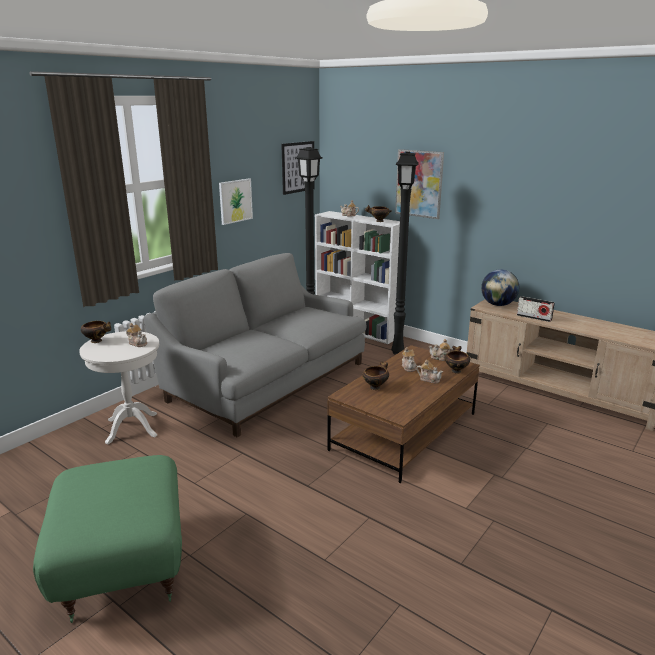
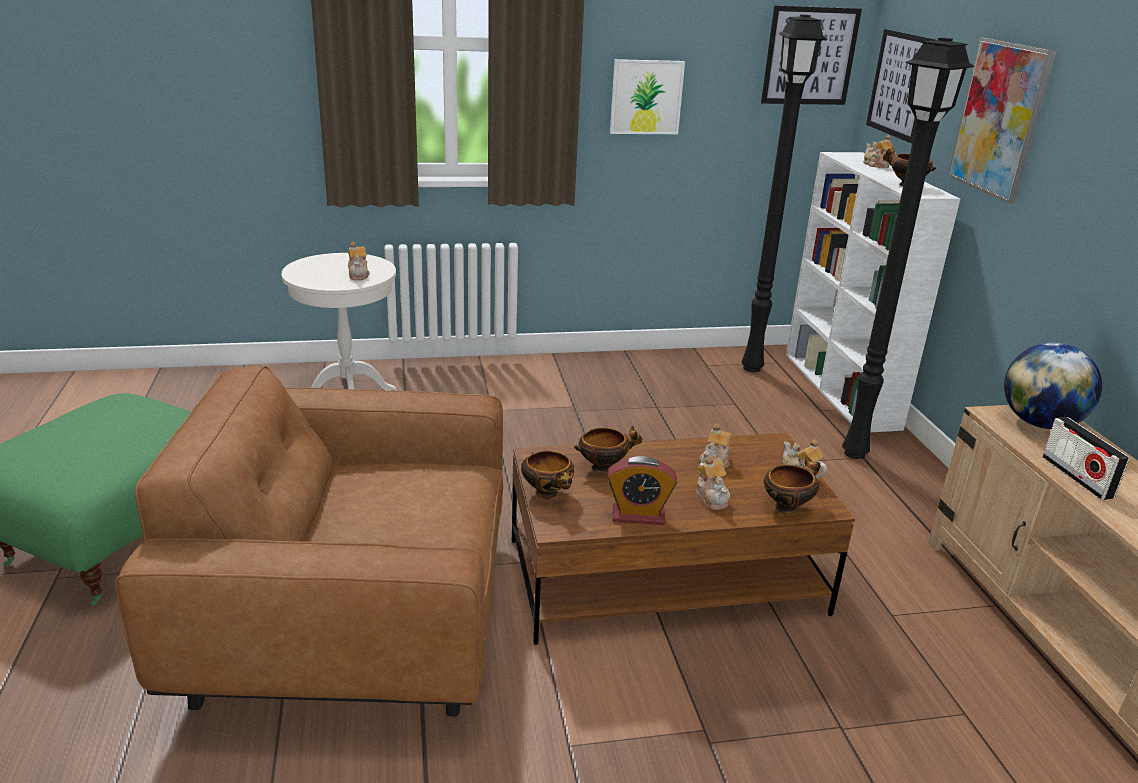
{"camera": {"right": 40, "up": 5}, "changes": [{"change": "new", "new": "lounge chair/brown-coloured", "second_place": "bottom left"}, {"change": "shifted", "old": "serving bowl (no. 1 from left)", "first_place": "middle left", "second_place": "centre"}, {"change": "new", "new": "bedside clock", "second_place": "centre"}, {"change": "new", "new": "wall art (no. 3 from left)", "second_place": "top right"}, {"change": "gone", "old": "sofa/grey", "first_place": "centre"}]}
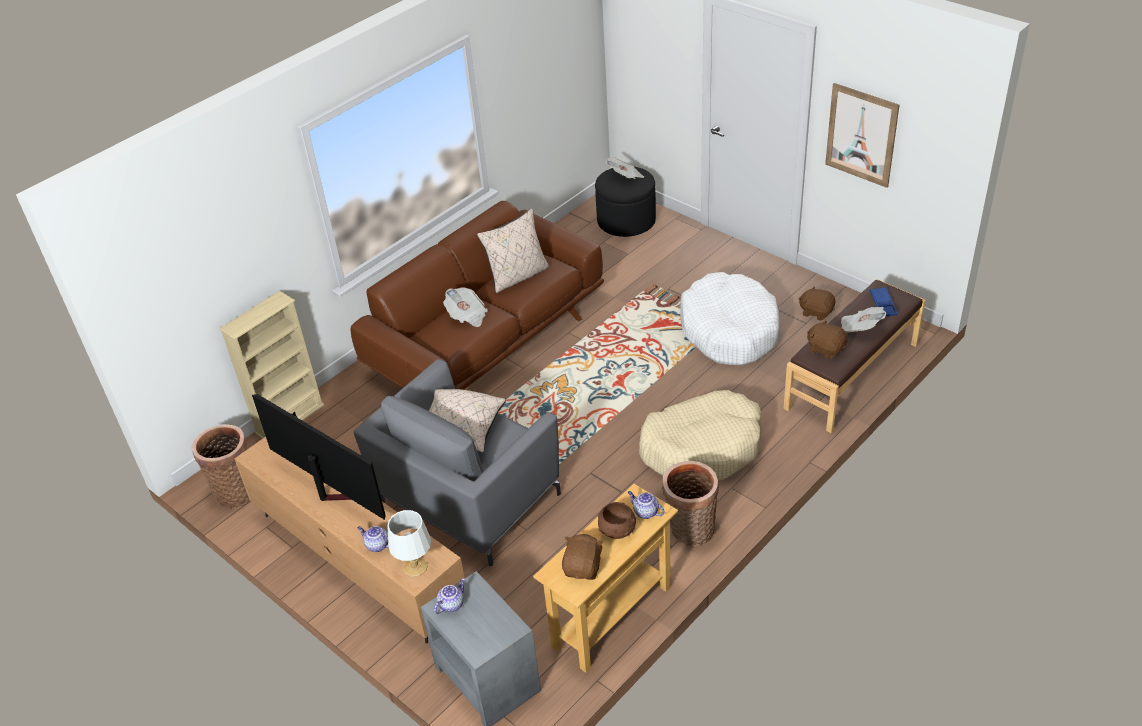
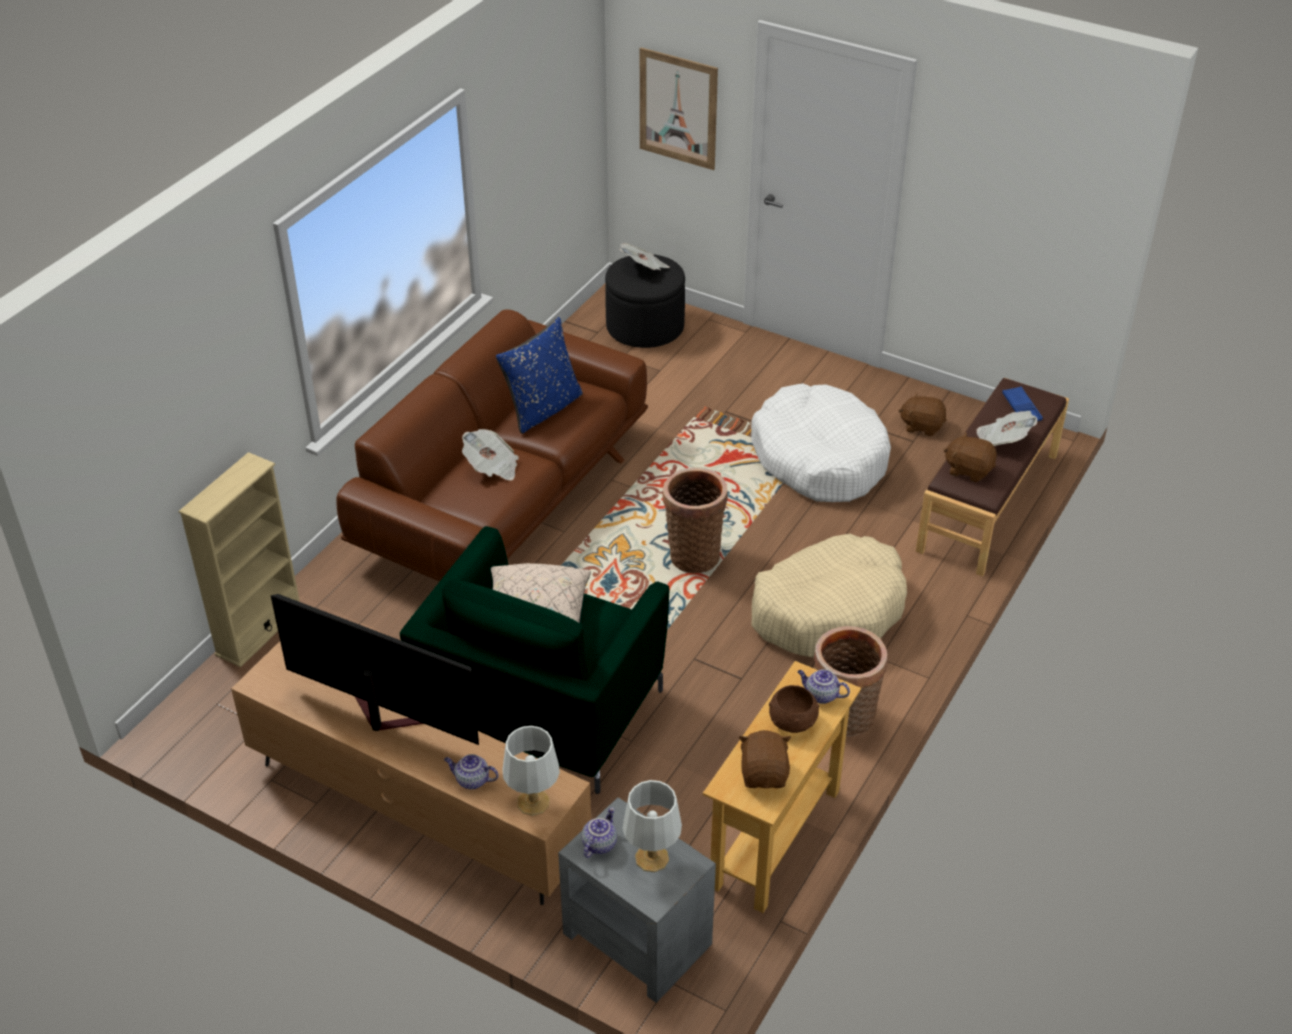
{"camera": {"right": -15, "up": 0}, "changes": [{"change": "repainted", "old": "lounge chair/grey", "new": "lounge chair/greenish", "first_place": "centre", "second_place": "centre"}, {"change": "repainted", "old": "cushion/sand-coloured (no. 2 from left)", "new": "cushion/blue-coloured", "first_place": "centre", "second_place": "centre"}, {"change": "new", "new": "tabletop lamp/whitish (no. 2 from left)", "second_place": "bottom centre"}, {"change": "shifted", "old": "wall art", "first_place": "top right", "second_place": "top centre"}, {"change": "shifted", "old": "household basket (no. 1 from left)", "first_place": "middle left", "second_place": "centre"}]}
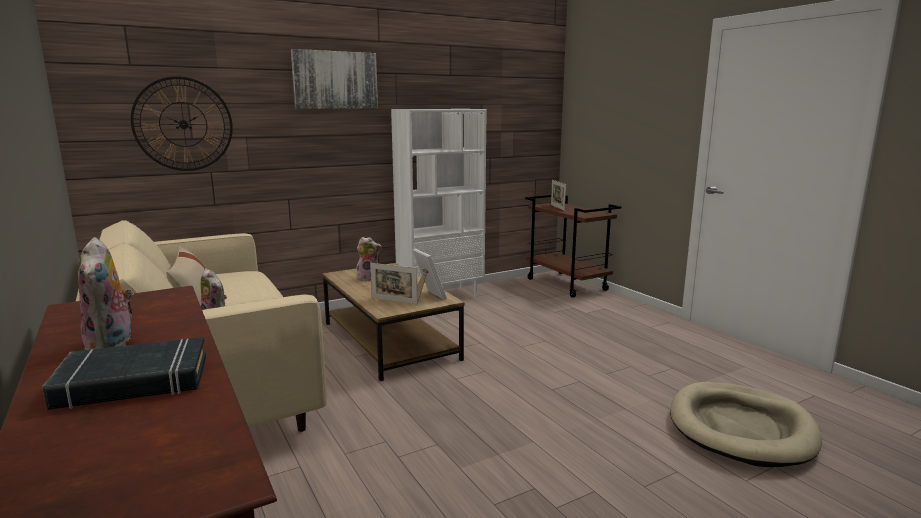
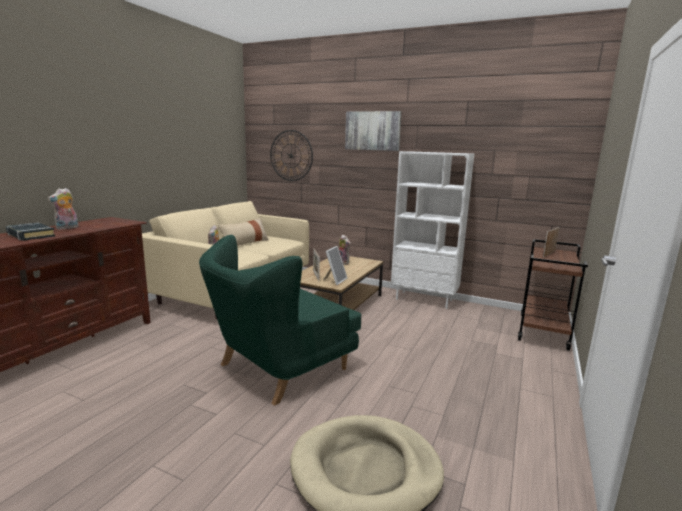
{"camera": {"right": 55, "up": 0}, "changes": [{"change": "new", "new": "lounge chair/greenish", "second_place": "centre"}]}
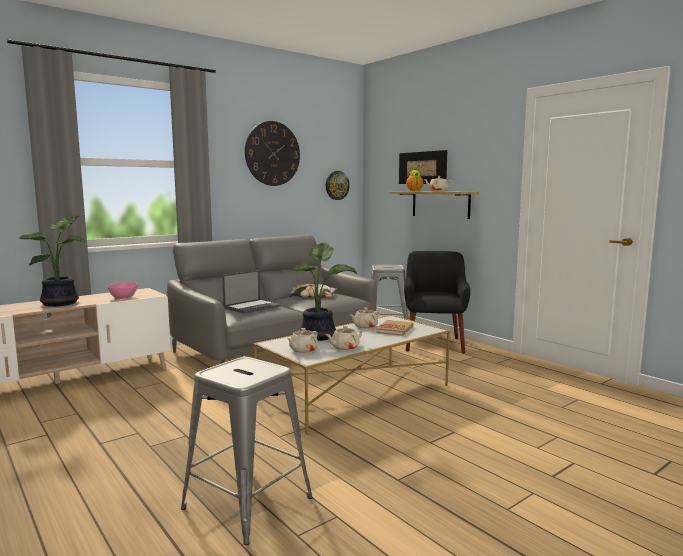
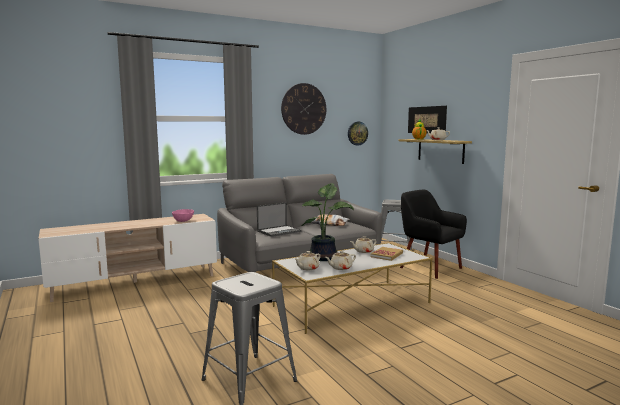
{"camera": {"right": 10, "up": 0}, "changes": [{"change": "rotated", "old": "lounge chair/black", "first_place": "centre", "second_place": "middle right", "degrees": -60}, {"change": "gone", "old": "plant in a pot (no. 1 from left)", "first_place": "middle left"}]}
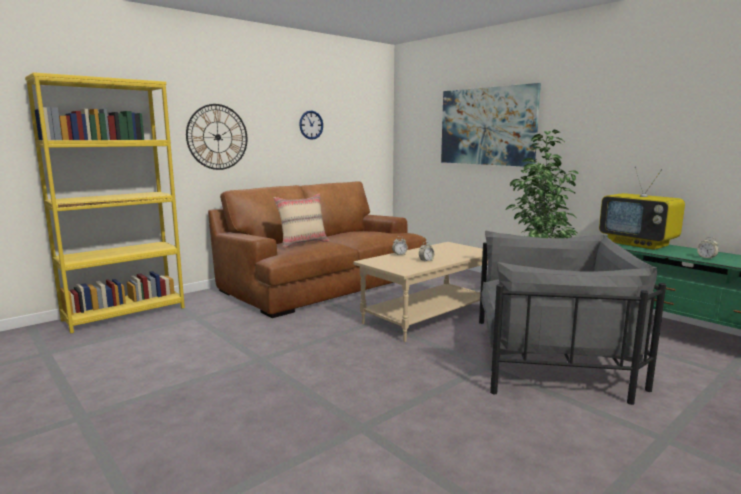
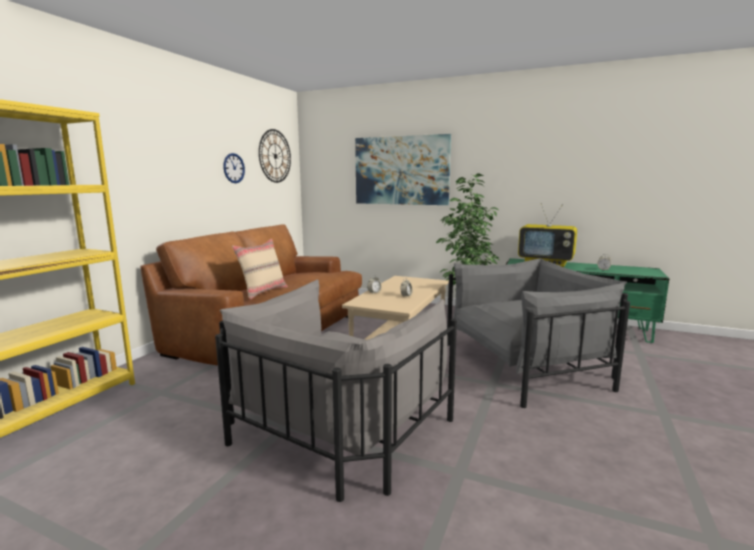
{"camera": {"right": -25, "up": 0}, "changes": [{"change": "new", "new": "lounge chair/grey (no. 1 from left)", "second_place": "bottom centre"}, {"change": "shifted", "old": "hanging clock (no. 1 from left in the first image)", "new": "hanging clock (no. 2 from left)", "first_place": "top left", "second_place": "top centre"}]}
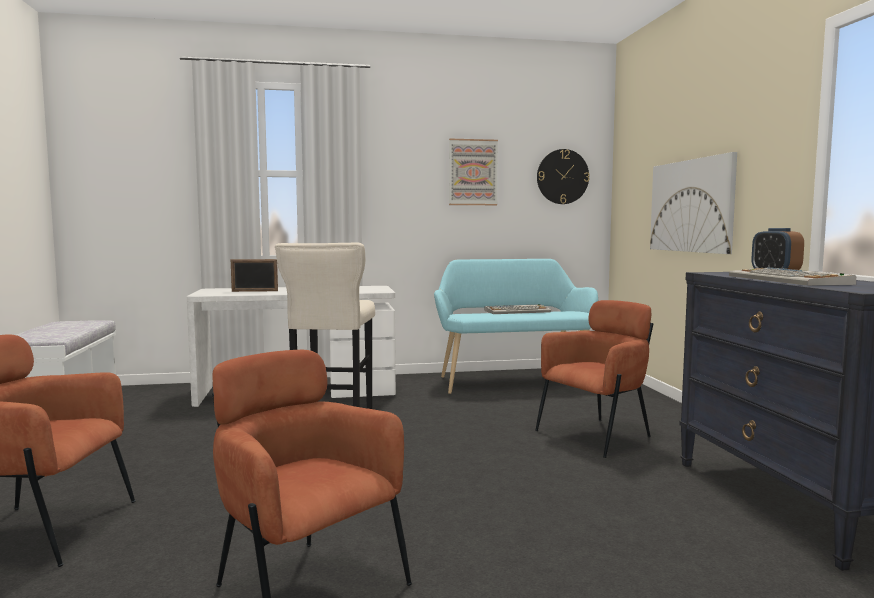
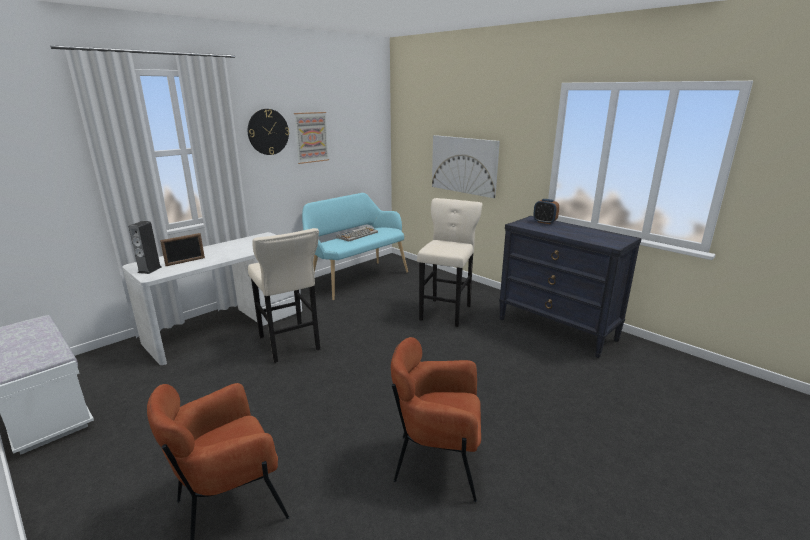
{"camera": {"right": -35, "up": 15}, "changes": [{"change": "new", "new": "loudspeaker", "second_place": "middle left"}, {"change": "shifted", "old": "hanging clock", "first_place": "top centre", "second_place": "top left"}, {"change": "swapped", "old": "lounge chair/brown-coloured (no. 3 from left)", "new": "stool seat/sand-coloured (no. 2 from left)", "first_place": "middle right", "second_place": "centre"}, {"change": "gone", "old": "PC keyboard (no. 2 from left)", "first_place": "middle right"}]}
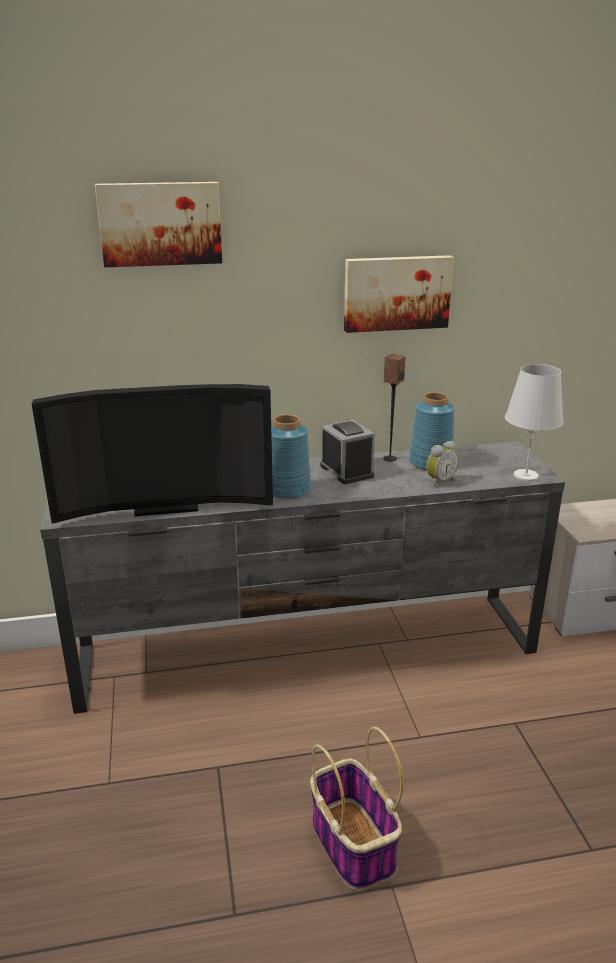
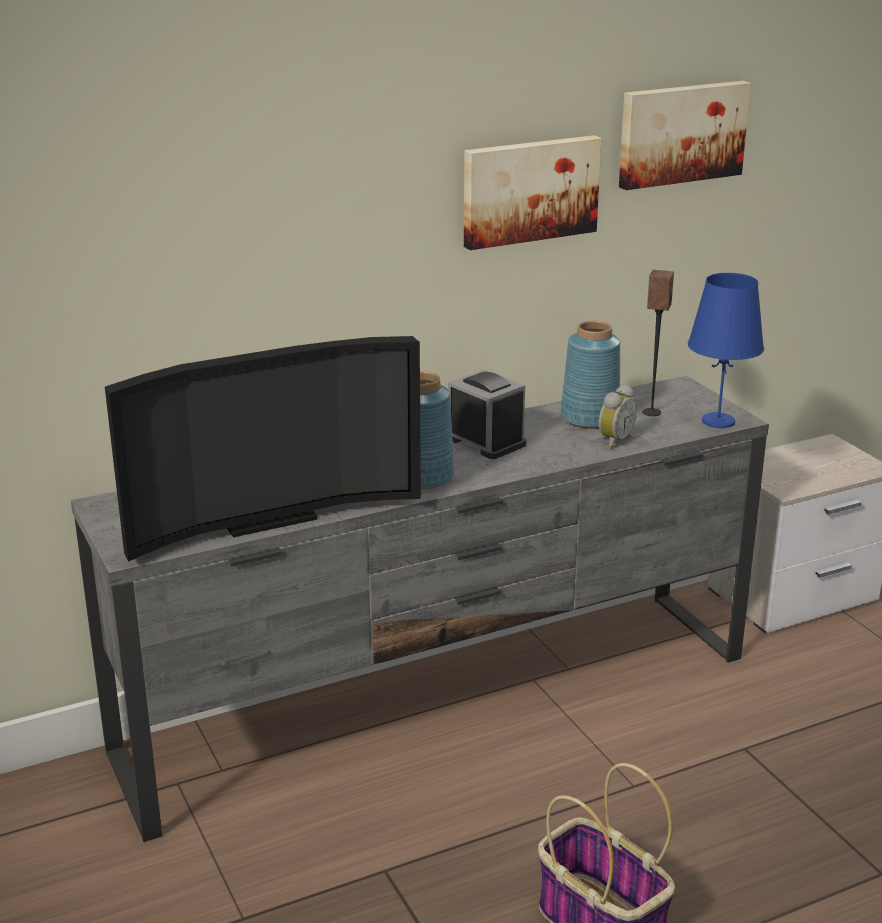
{"camera": {"right": -15, "up": 0}, "changes": [{"change": "shifted", "old": "wall art (no. 1 from left in the first image)", "new": "wall art (no. 2 from left)", "first_place": "top left", "second_place": "top right"}, {"change": "shifted", "old": "loudspeaker", "first_place": "centre", "second_place": "middle right"}, {"change": "repainted", "old": "tabletop lamp/whitish", "new": "tabletop lamp/blue-coloured", "first_place": "middle right", "second_place": "middle right"}]}
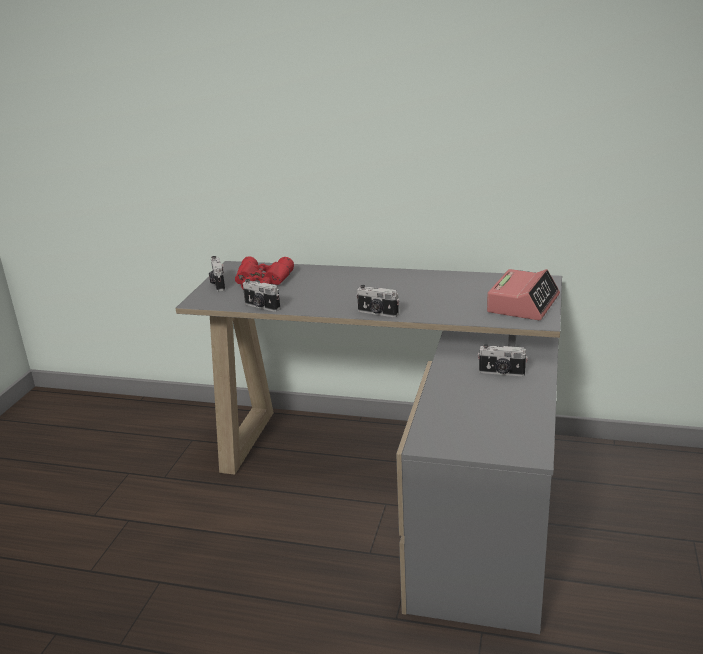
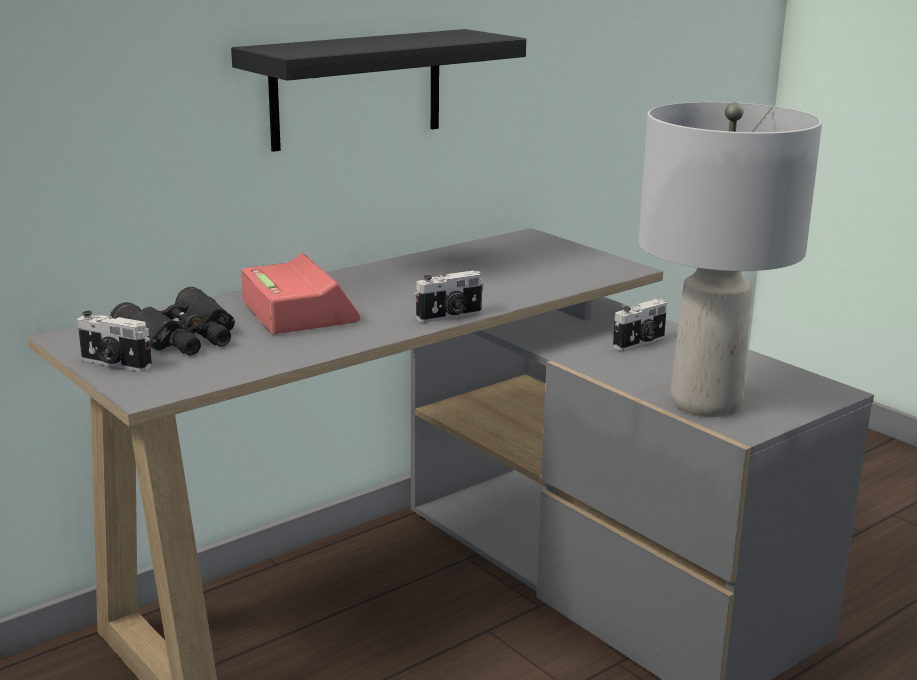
{"camera": {"right": -55, "up": -5}, "changes": [{"change": "repainted", "old": "binoculars/red-coloured", "new": "binoculars/black", "first_place": "centre", "second_place": "middle left"}, {"change": "new", "new": "bracket shelf/black", "second_place": "top centre"}, {"change": "shifted", "old": "bedside clock", "first_place": "middle right", "second_place": "middle left"}, {"change": "new", "new": "tabletop lamp/grey", "second_place": "middle right"}, {"change": "gone", "old": "still camera (no. 2 from left)", "first_place": "centre"}]}
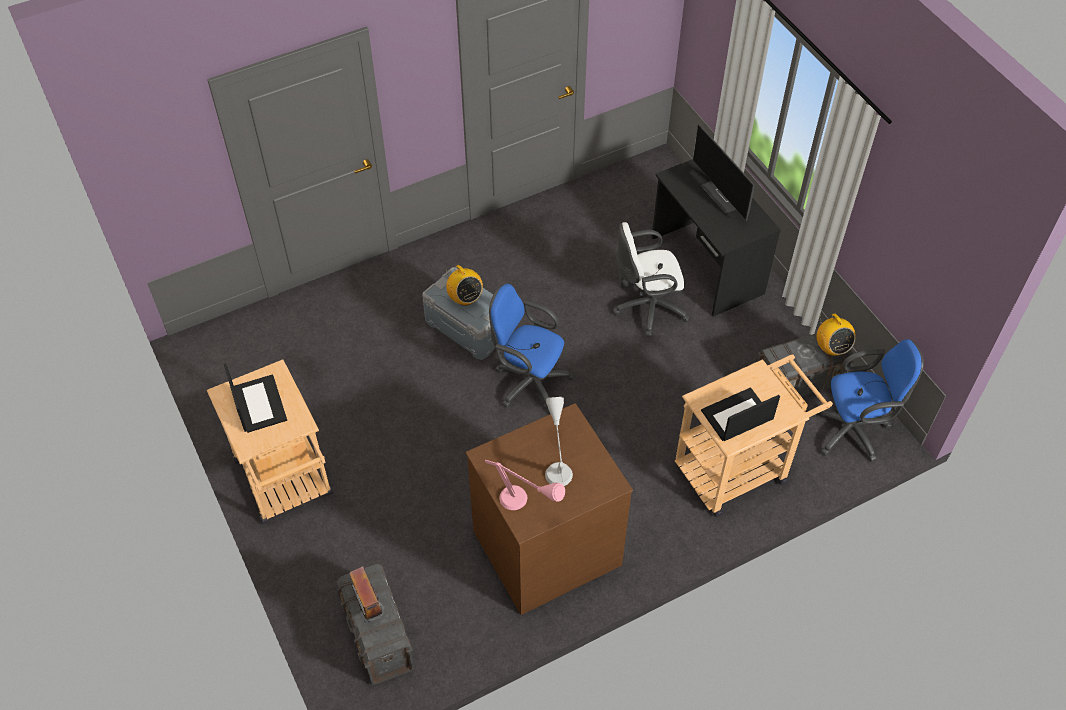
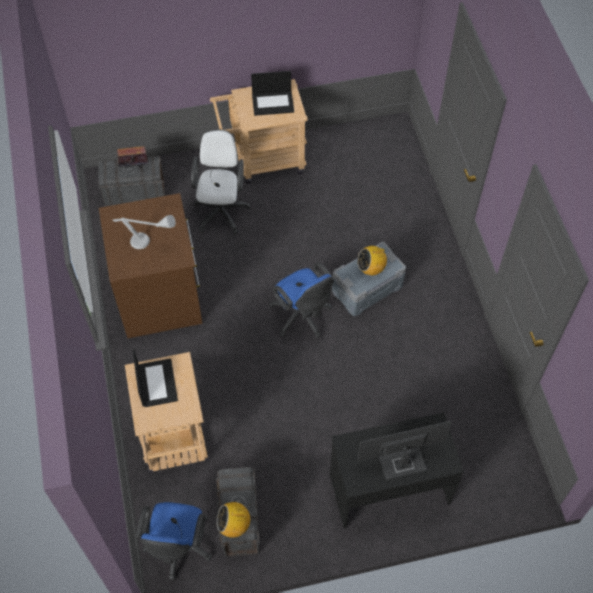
{"camera": {"right": 105, "up": 5}, "changes": [{"change": "shifted", "old": "office chair/whitish", "first_place": "centre", "second_place": "top centre"}, {"change": "rotated", "old": "office chair/blue-coloured (no. 1 from left in the first image)", "first_place": "centre", "second_place": "centre", "degrees": 105}, {"change": "gone", "old": "tabletop lamp/pink-coloured", "first_place": "bottom centre"}]}
